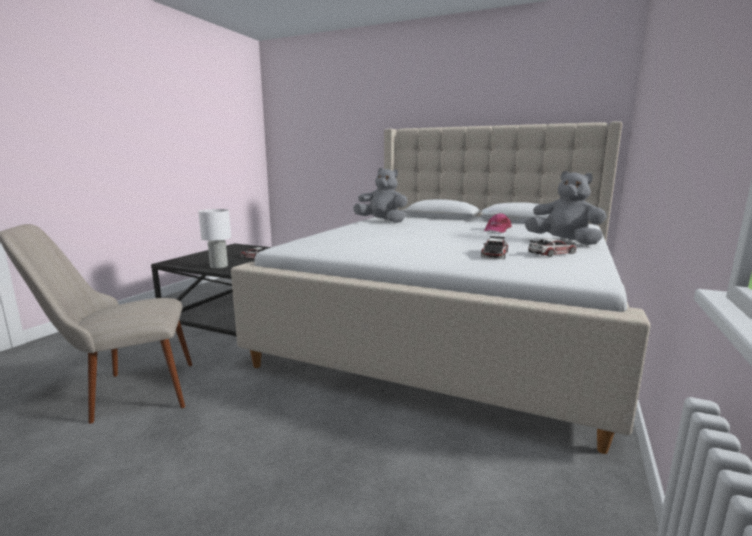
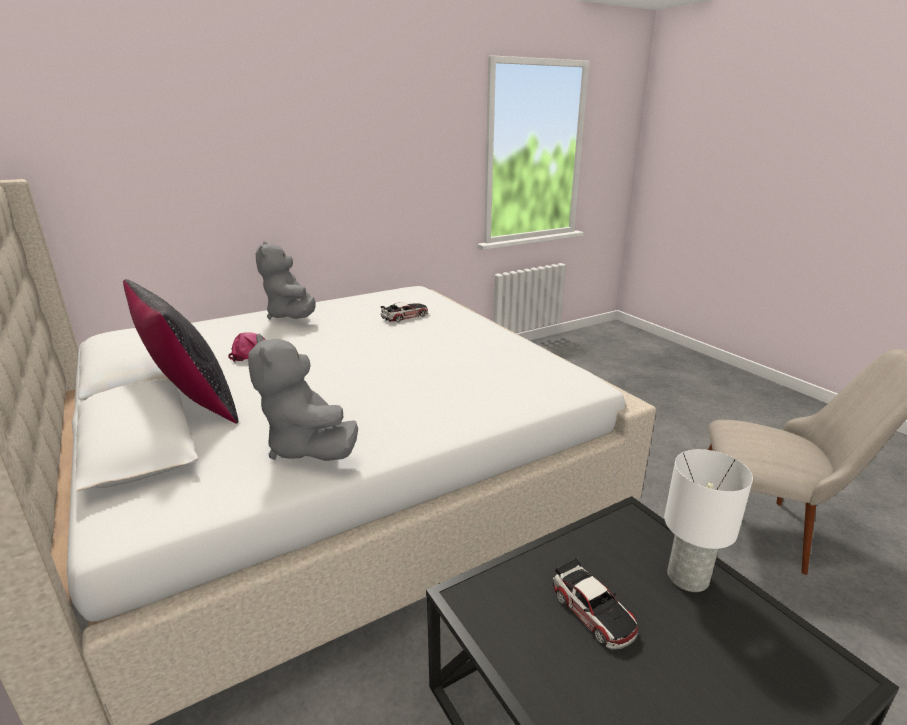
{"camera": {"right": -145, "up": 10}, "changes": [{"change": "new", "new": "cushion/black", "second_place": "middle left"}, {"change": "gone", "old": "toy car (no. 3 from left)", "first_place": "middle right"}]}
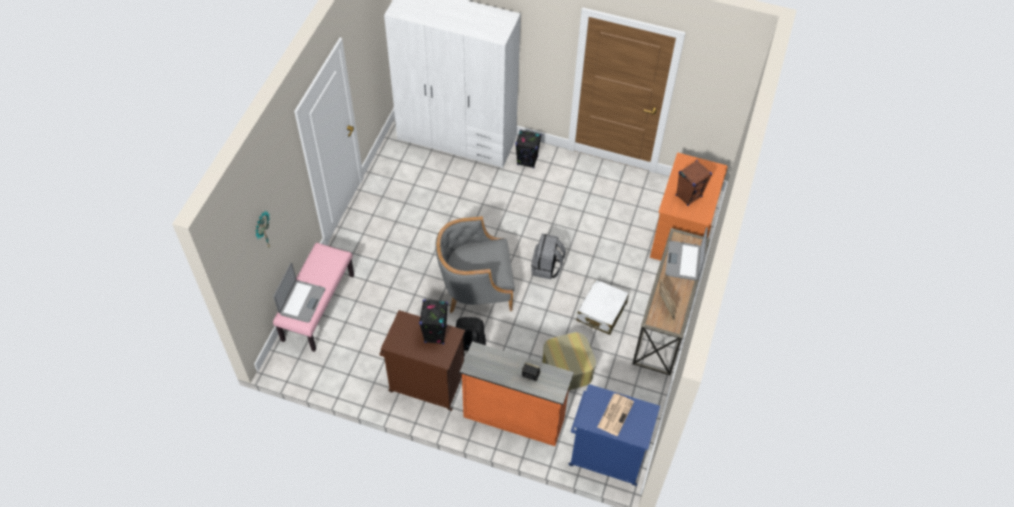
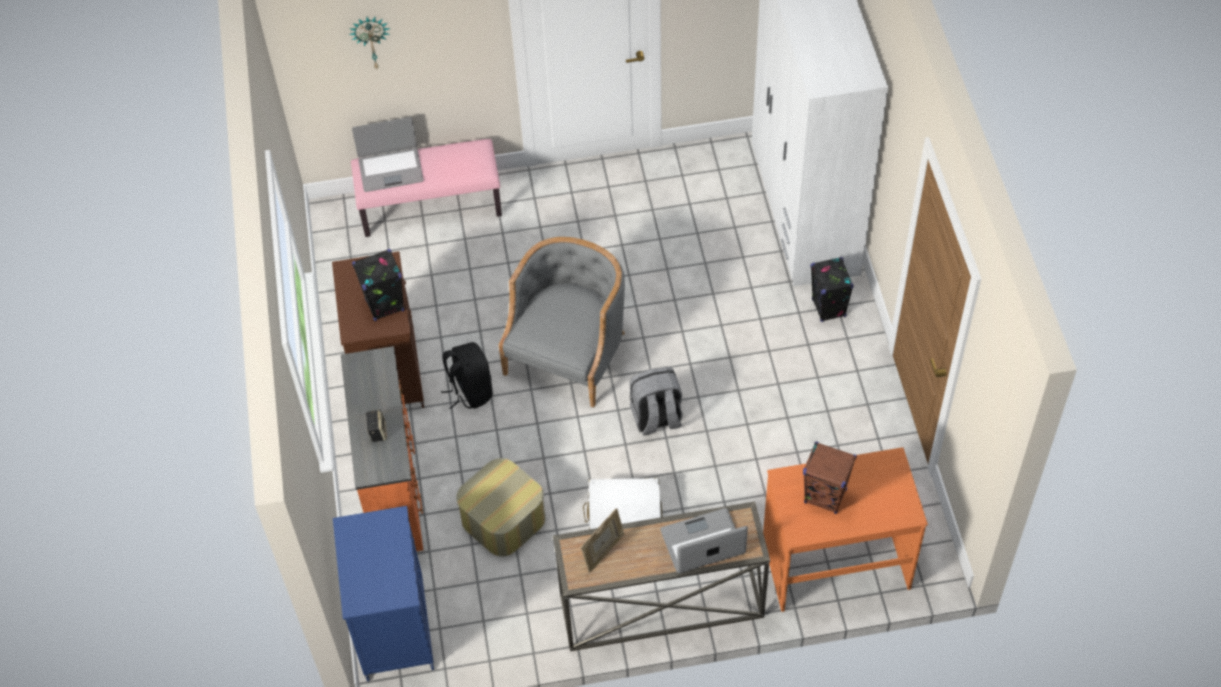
{"camera": {"right": 65, "up": 0}, "changes": [{"change": "rotated", "old": "lounge chair/grey", "first_place": "centre", "second_place": "centre", "degrees": 60}, {"change": "gone", "old": "printed paper", "first_place": "bottom centre"}]}
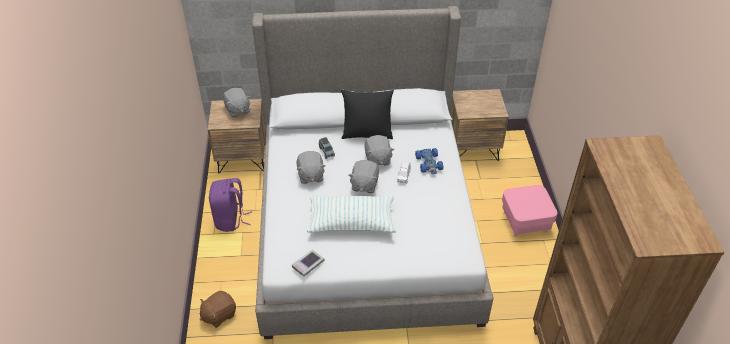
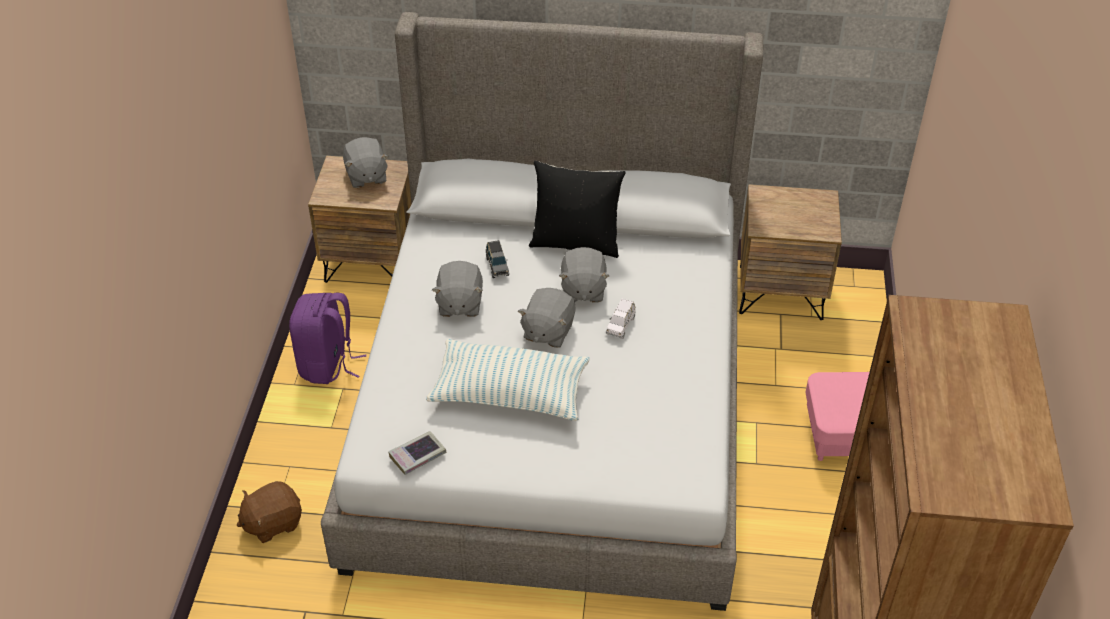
{"camera": {"right": 10, "up": 0}, "changes": [{"change": "gone", "old": "toy car/blue-coloured", "first_place": "centre"}]}
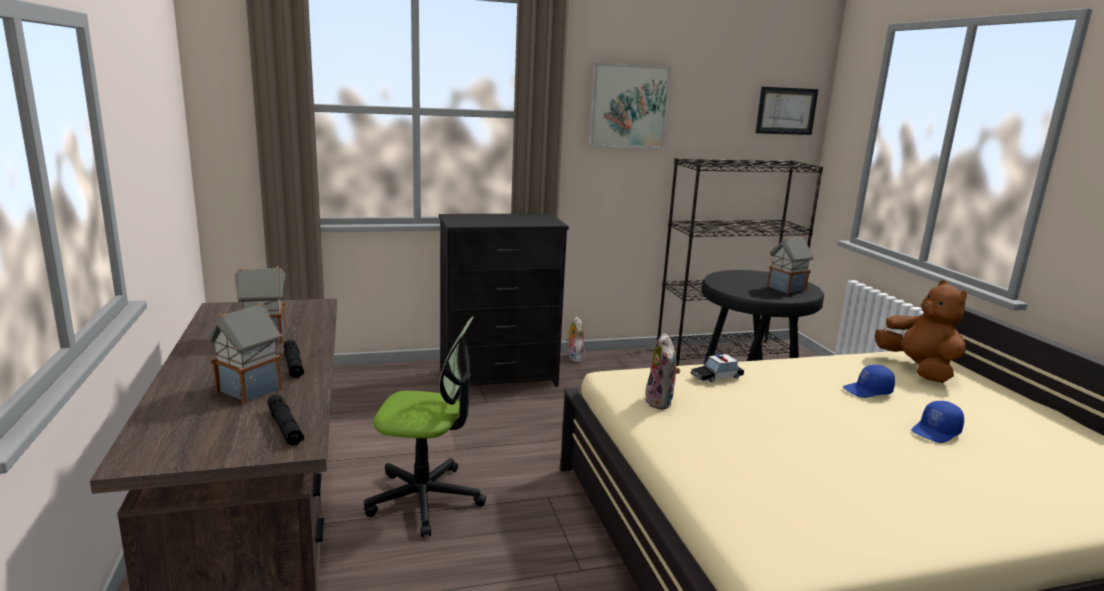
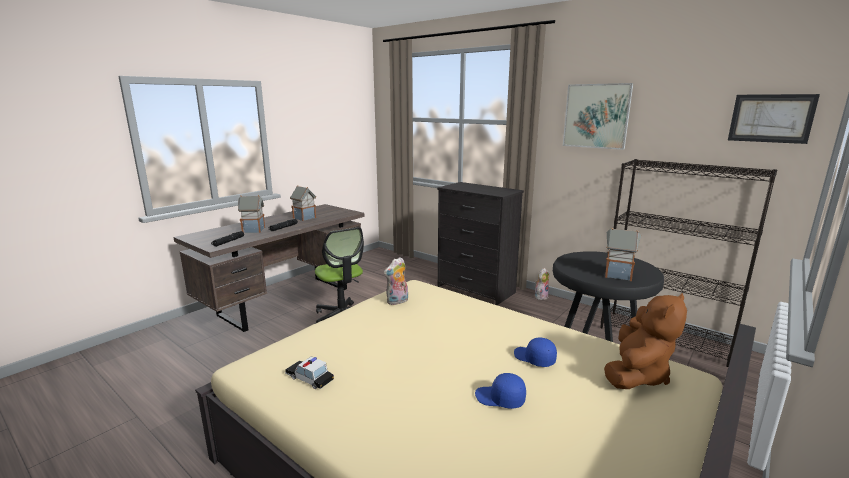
{"camera": {"right": 55, "up": 0}, "changes": [{"change": "shifted", "old": "toy car", "first_place": "centre", "second_place": "bottom centre"}]}
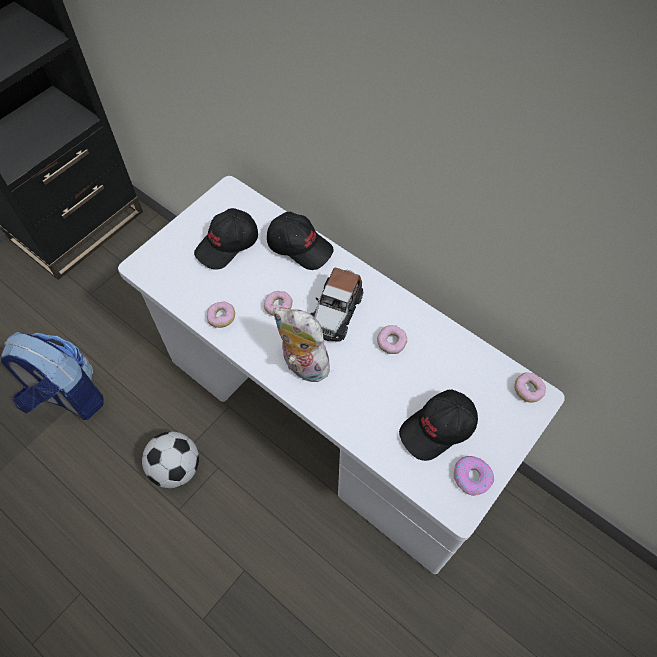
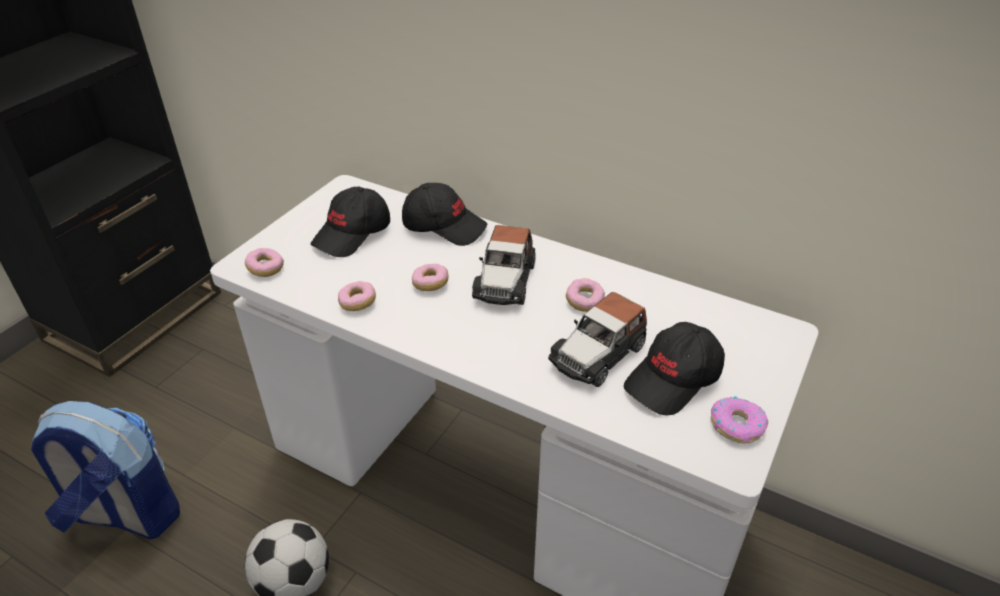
{"camera": {"right": -10, "up": -20}, "changes": [{"change": "shifted", "old": "ring doughnut (no. 5 from left in the first image)", "new": "ring doughnut (no. 1 from left)", "first_place": "middle right", "second_place": "middle left"}, {"change": "new", "new": "toy car (no. 2 from left)", "second_place": "centre"}, {"change": "gone", "old": "cuddly toy", "first_place": "centre"}]}
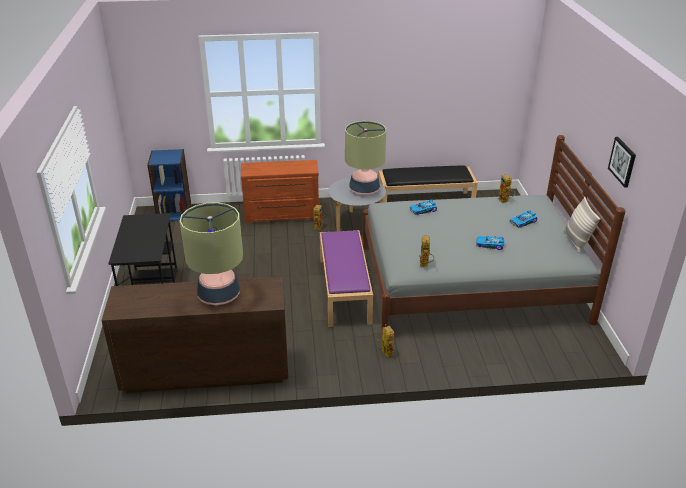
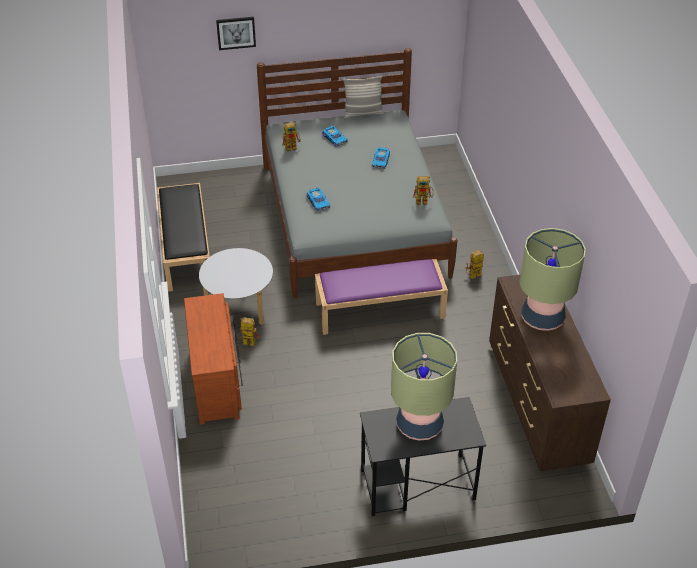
{"camera": {"right": -95, "up": 10}, "changes": [{"change": "shifted", "old": "wall art", "first_place": "top right", "second_place": "top centre"}, {"change": "shifted", "old": "tabletop lamp (no. 2 from left in the first image)", "new": "tabletop lamp (no. 1 from left)", "first_place": "top centre", "second_place": "bottom centre"}, {"change": "gone", "old": "bookcase/blue-coloured", "first_place": "middle left"}]}
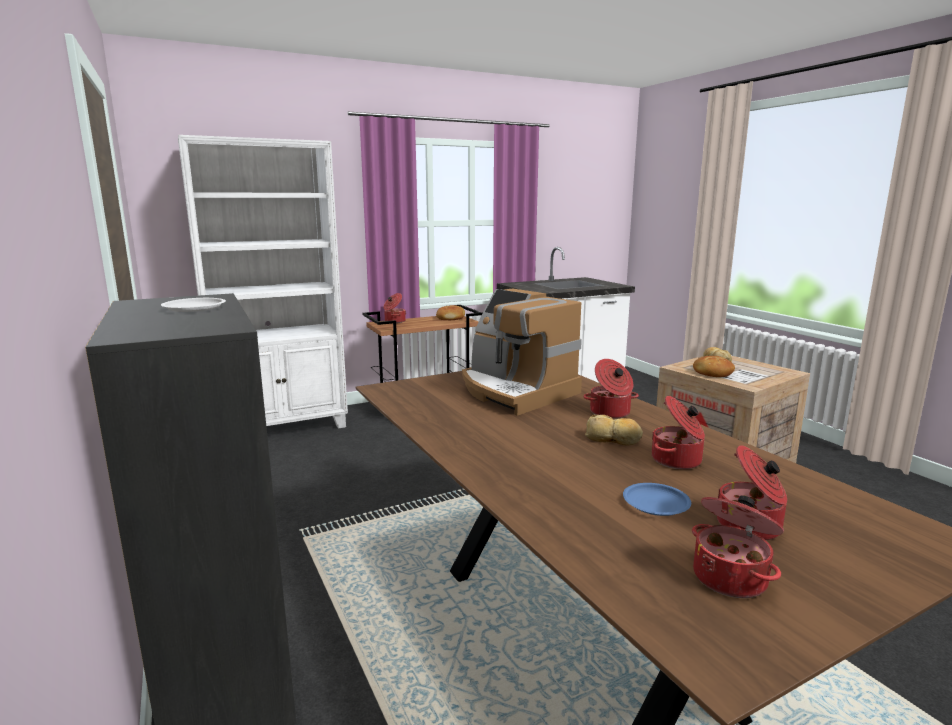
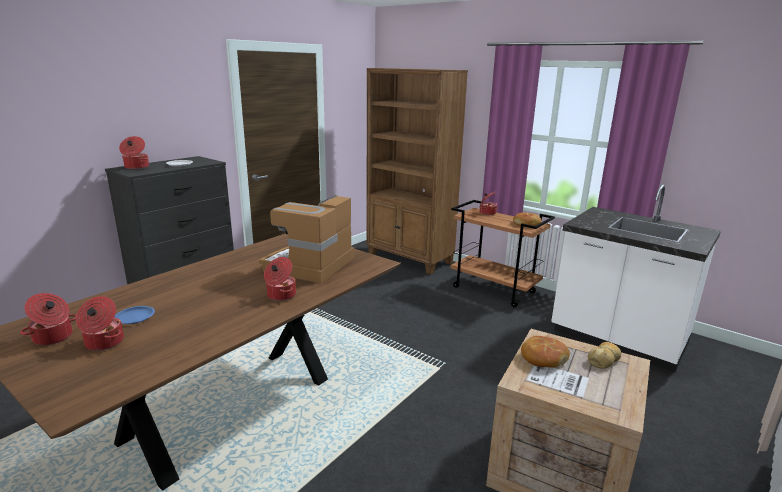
{"camera": {"right": 65, "up": 5}, "changes": [{"change": "shifted", "old": "stockpot (no. 3 from left)", "first_place": "middle right", "second_place": "top left"}, {"change": "repainted", "old": "bookcase/whitish", "new": "bookcase/brown-coloured", "first_place": "middle left", "second_place": "centre"}, {"change": "gone", "old": "bakery bread (no. 2 from left)", "first_place": "centre"}]}
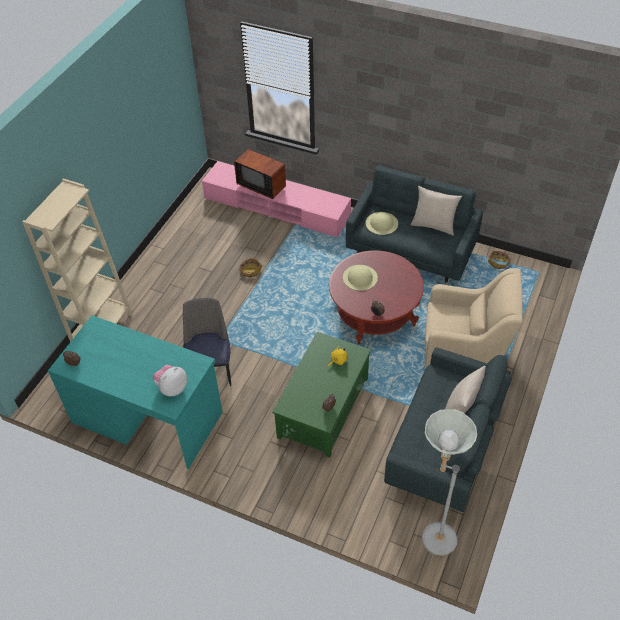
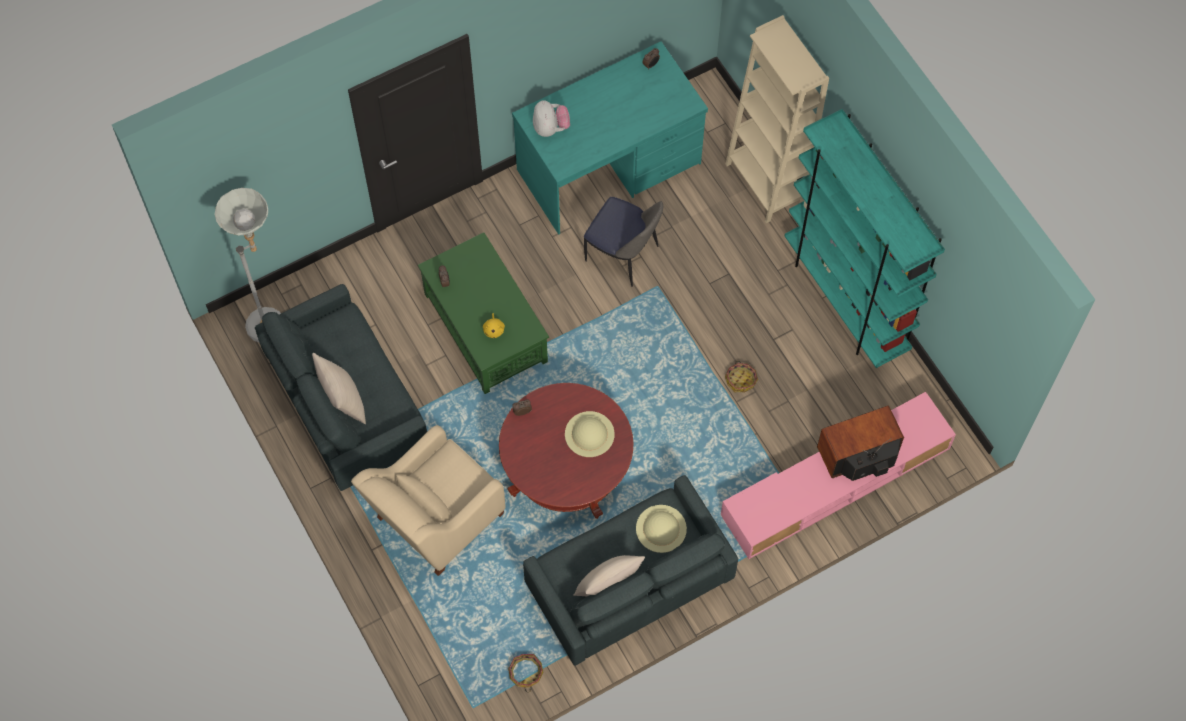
{"camera": {"right": 125, "up": 15}, "changes": [{"change": "new", "new": "bookcase/turquoise-coloured", "second_place": "top right"}]}
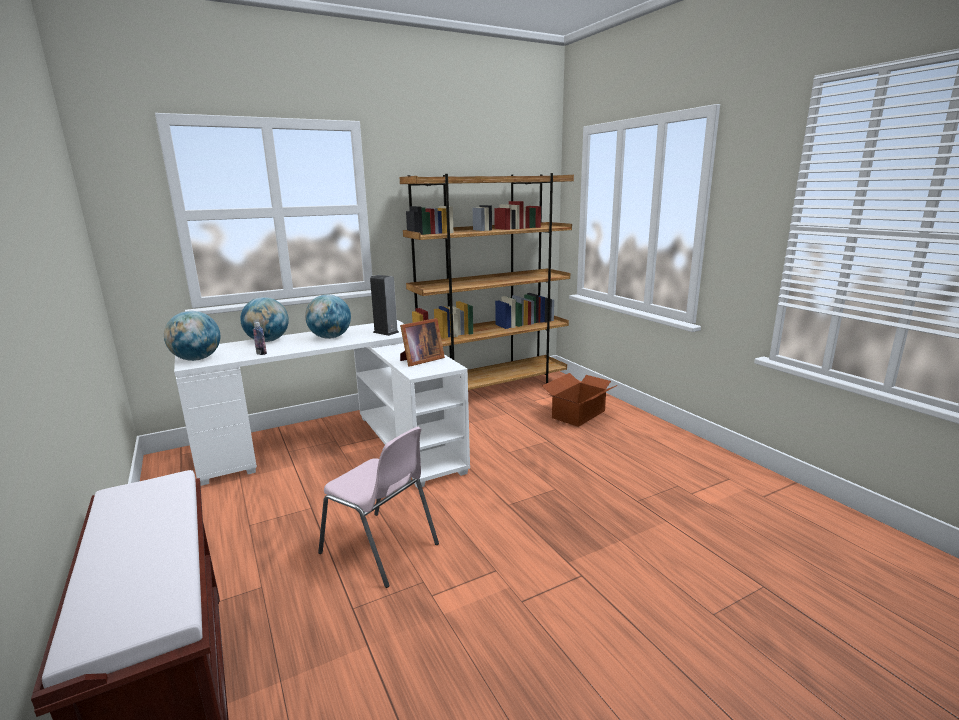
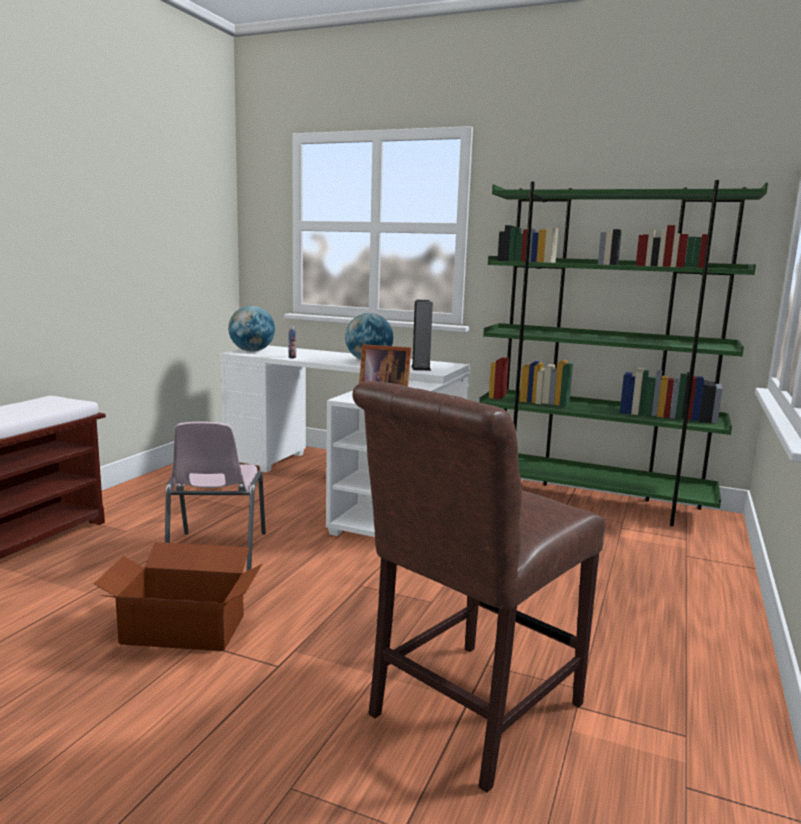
{"camera": {"right": 50, "up": -5}, "changes": [{"change": "shifted", "old": "cardboard box", "first_place": "centre", "second_place": "bottom left"}, {"change": "new", "new": "upright chair/brown-coloured", "second_place": "bottom centre"}, {"change": "repainted", "old": "bookcase/brown-coloured", "new": "bookcase/greenish", "first_place": "centre", "second_place": "middle right"}, {"change": "gone", "old": "world globe (no. 2 from left)", "first_place": "middle left"}]}
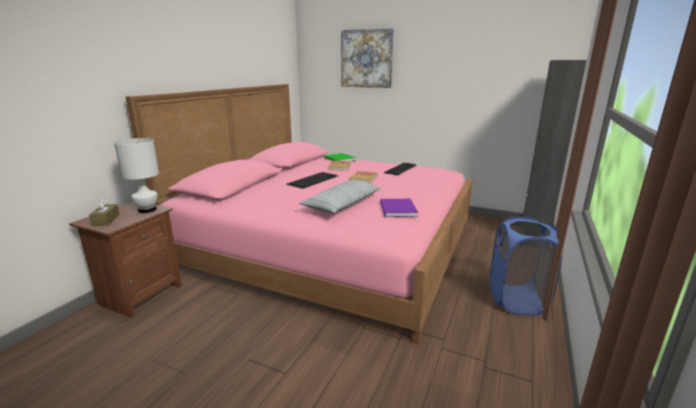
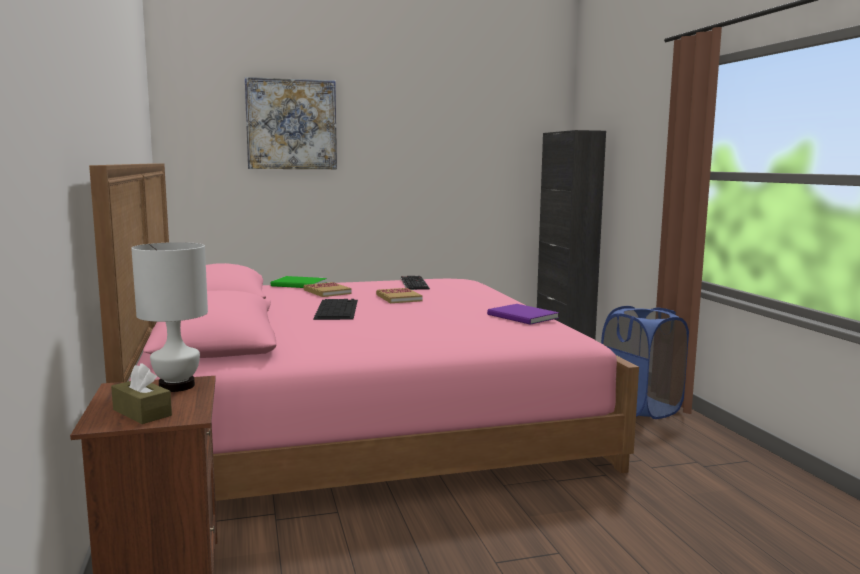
{"camera": {"right": -40, "up": -10}, "changes": [{"change": "gone", "old": "cushion", "first_place": "centre"}]}
